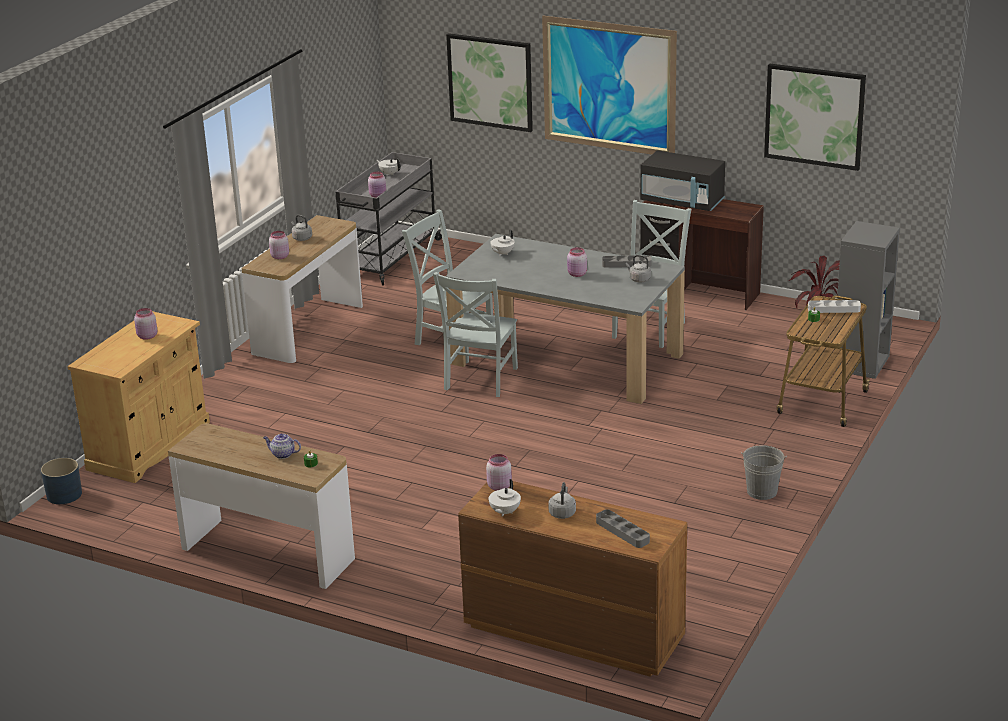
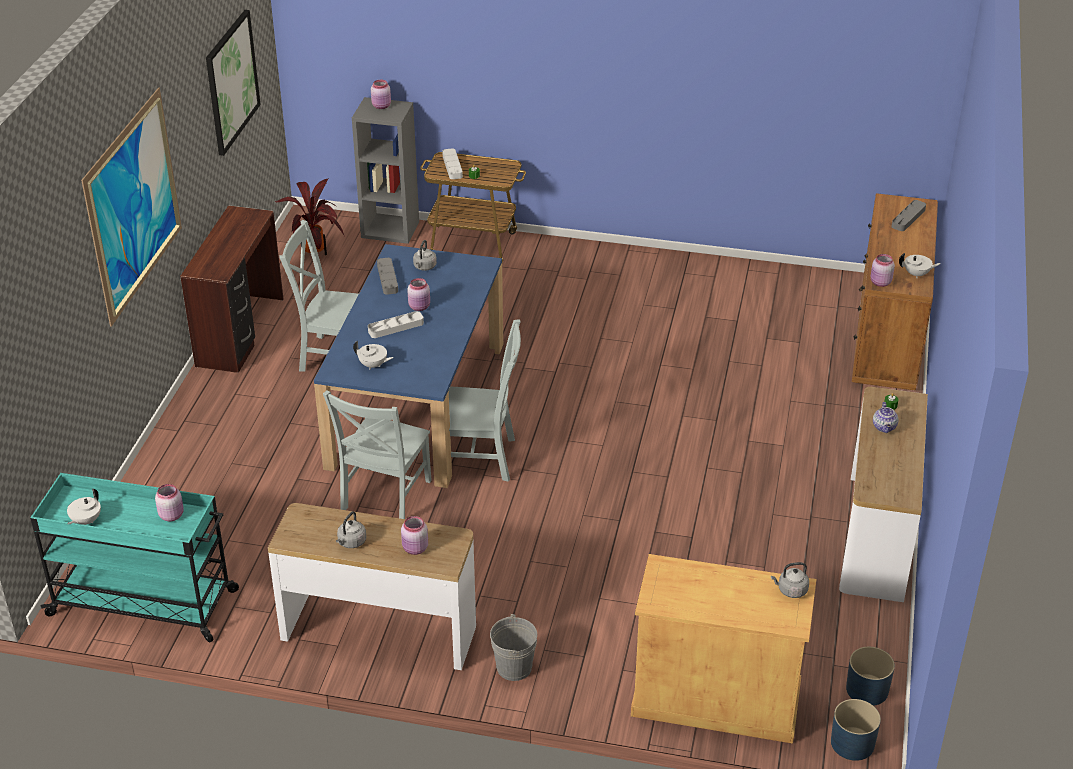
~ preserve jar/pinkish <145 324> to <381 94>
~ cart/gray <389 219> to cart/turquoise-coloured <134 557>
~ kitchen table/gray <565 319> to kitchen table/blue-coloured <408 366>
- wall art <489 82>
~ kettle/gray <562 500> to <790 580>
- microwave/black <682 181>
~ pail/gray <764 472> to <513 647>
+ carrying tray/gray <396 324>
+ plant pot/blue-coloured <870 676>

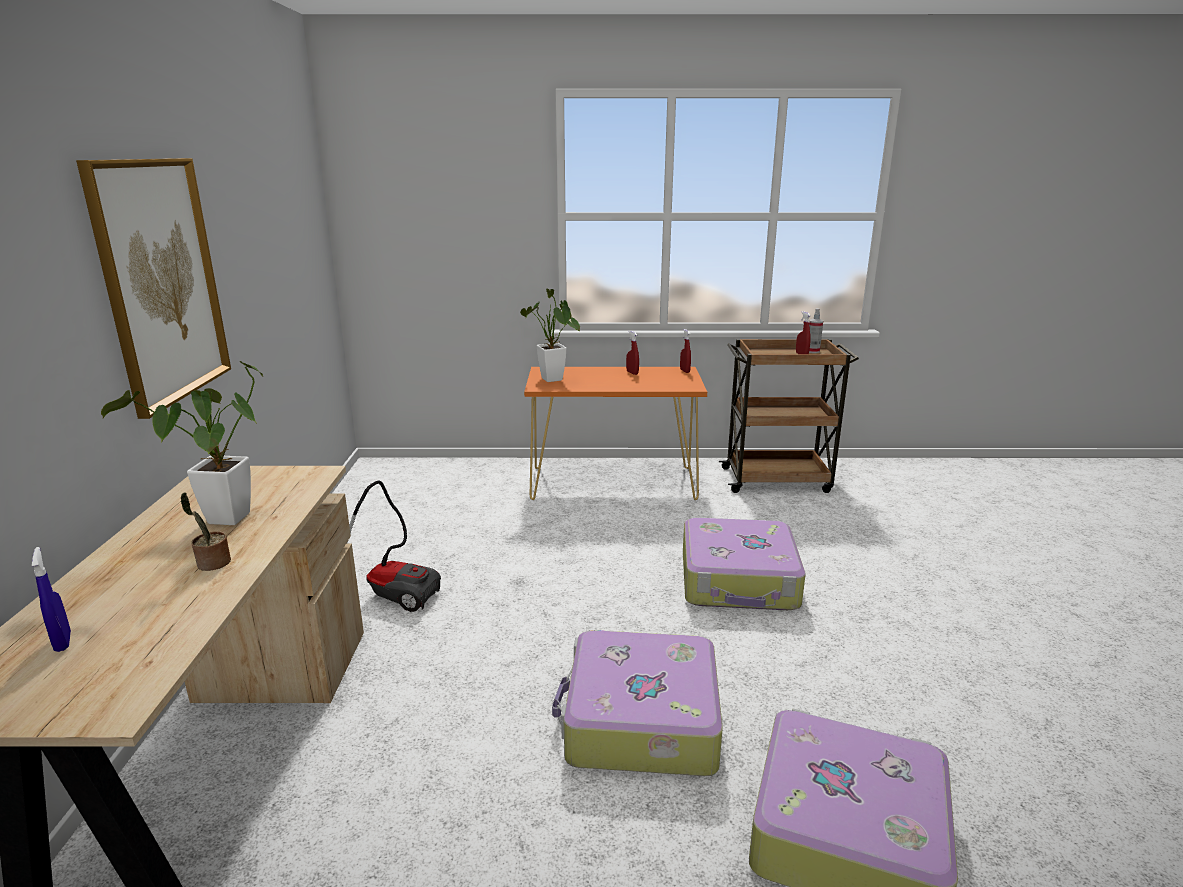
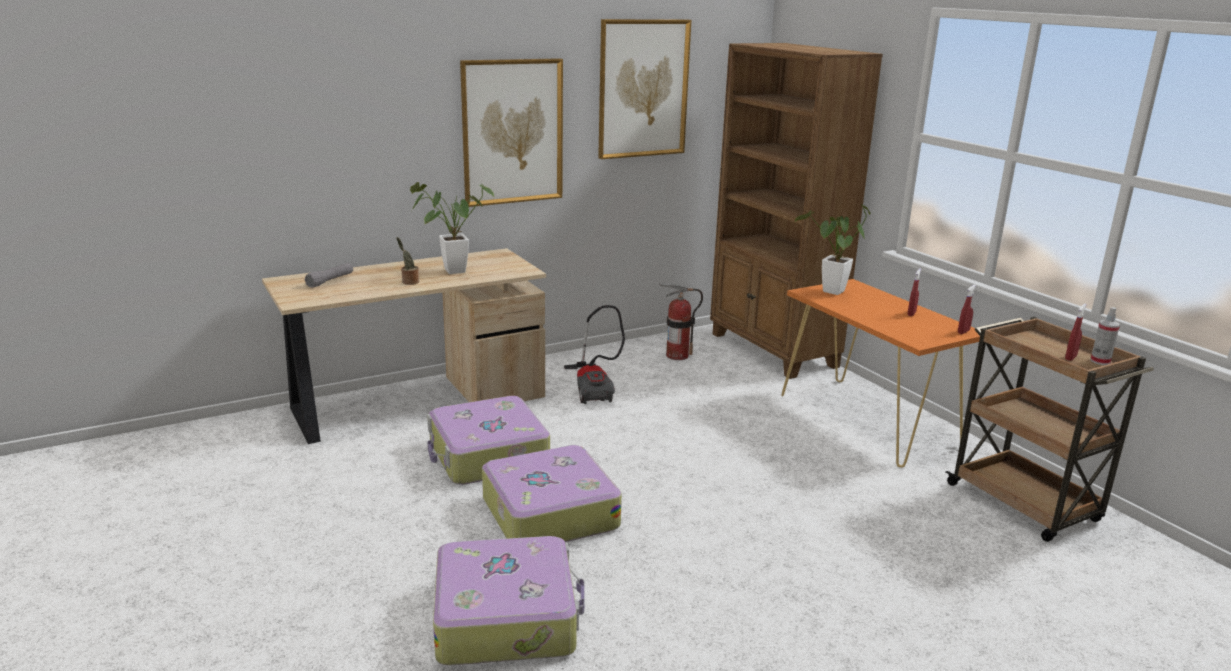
~ spray bottle/blue-coloured <51 599> to hand torch/gray <329 275>
~ travel case <744 564> to <488 440>
+ wall art <644 89>
+ extinguisher <681 321>
+ shelving unit/brown-coloured <796 211>

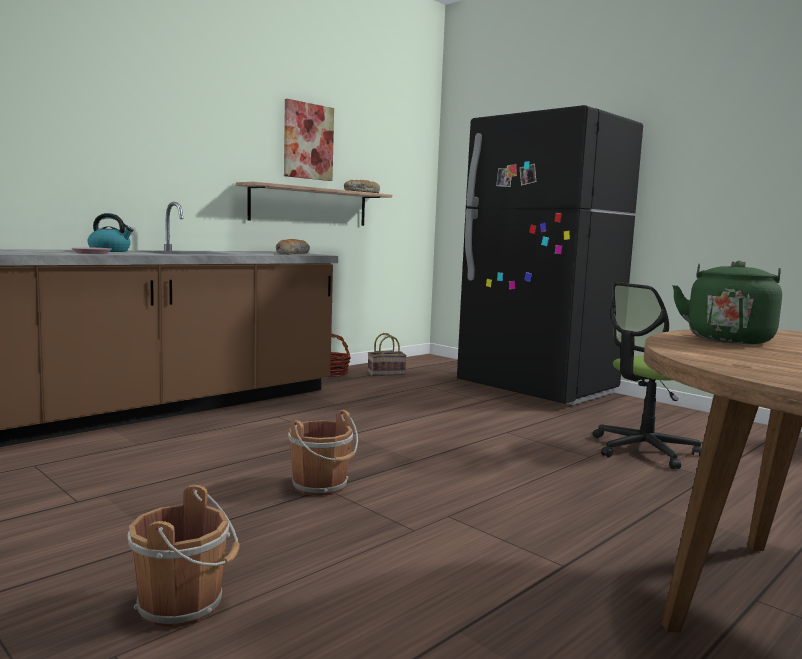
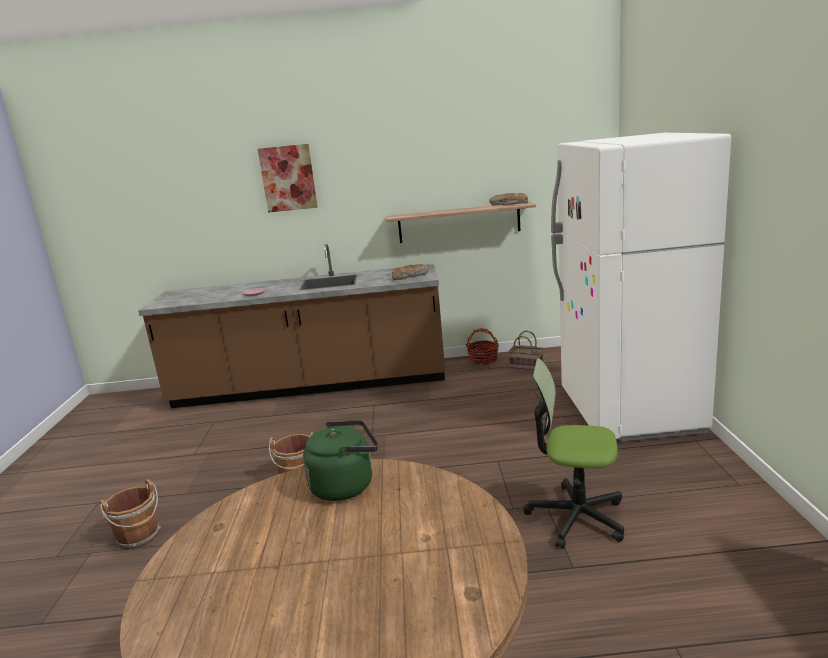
- kettle <110 232>
~ wall art <309 140> to <288 178>
~ kitchen fridge/black <550 255> to kitchen fridge/white-coloured <641 287>

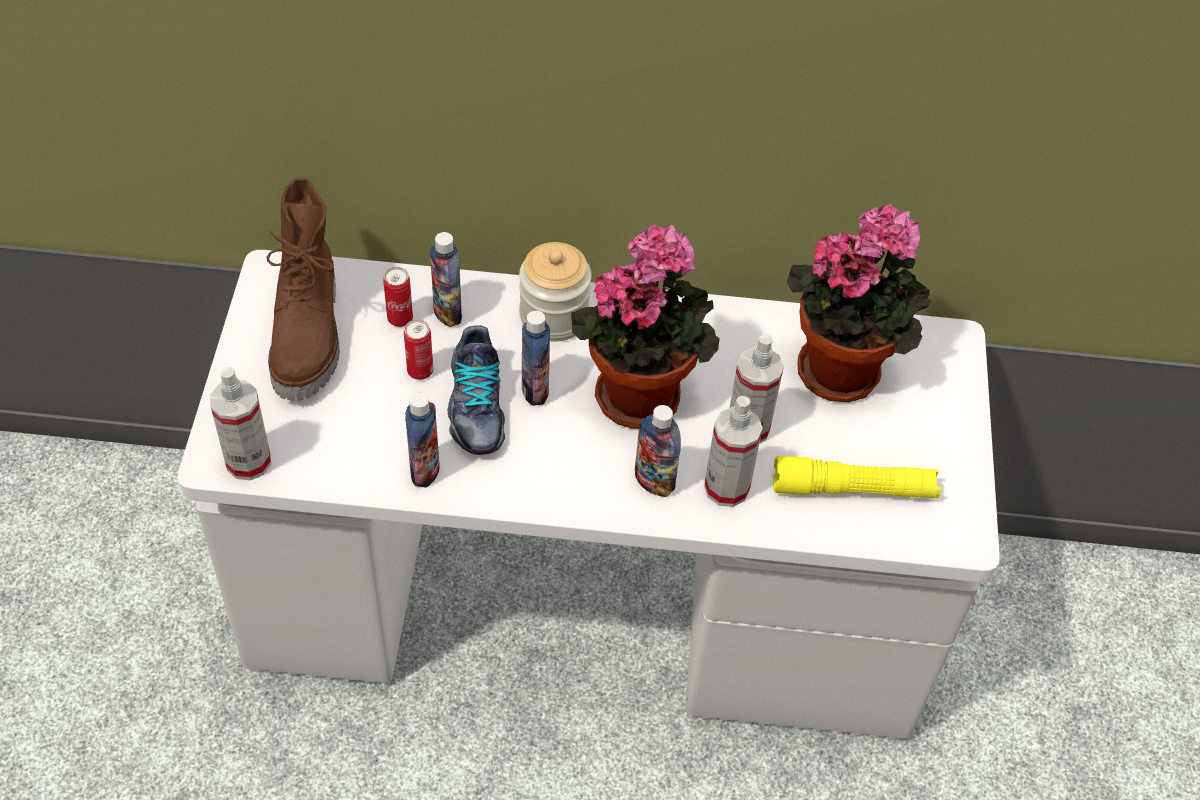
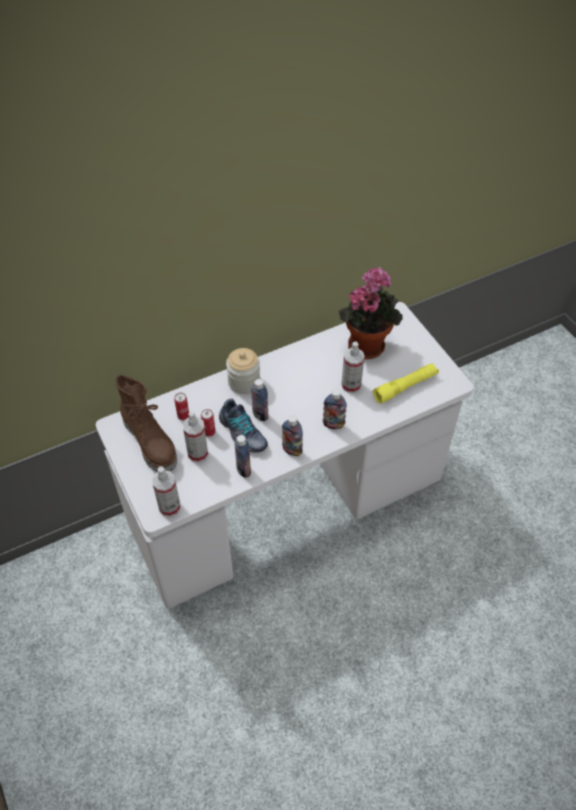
~ bottle <446 279> to <292 435>
- plant in a pot <645 326>
~ spray bottle <733 451> to <195 436>

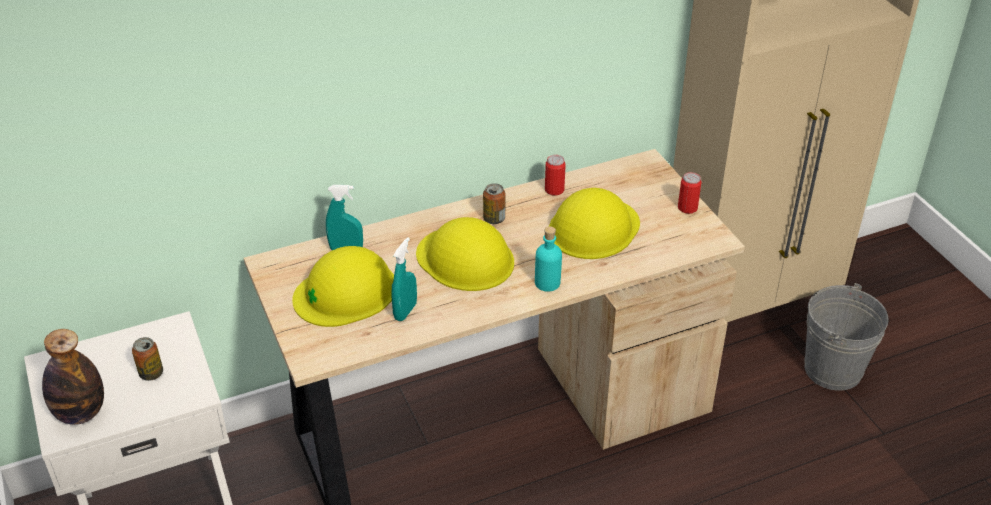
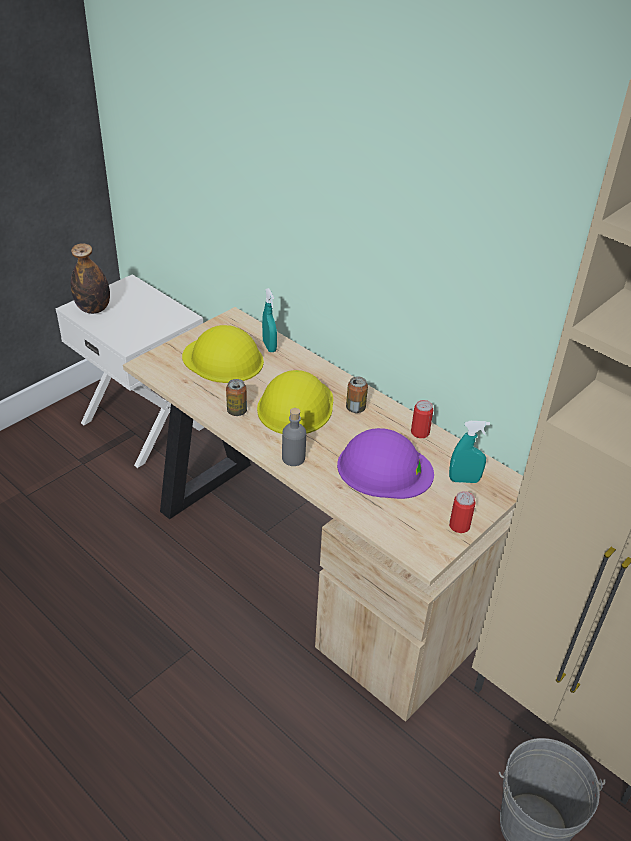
~ metal can <147 359> to <236 397>
~ spray bottle/turquoise-coloured <404 279> to <469 452>
~ bottle/turquoise-coloured <548 259> to bottle/gray <294 437>
~ safety helmet/yellow <594 223> to safety helmet/purple-coloured <385 463>

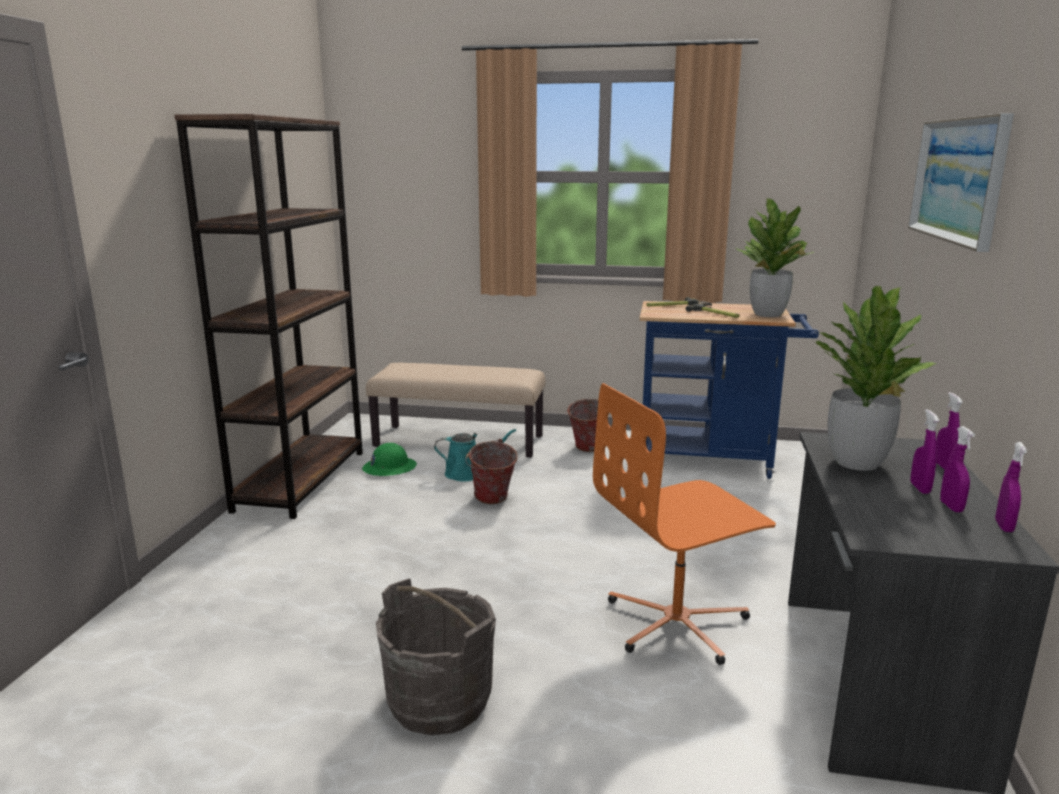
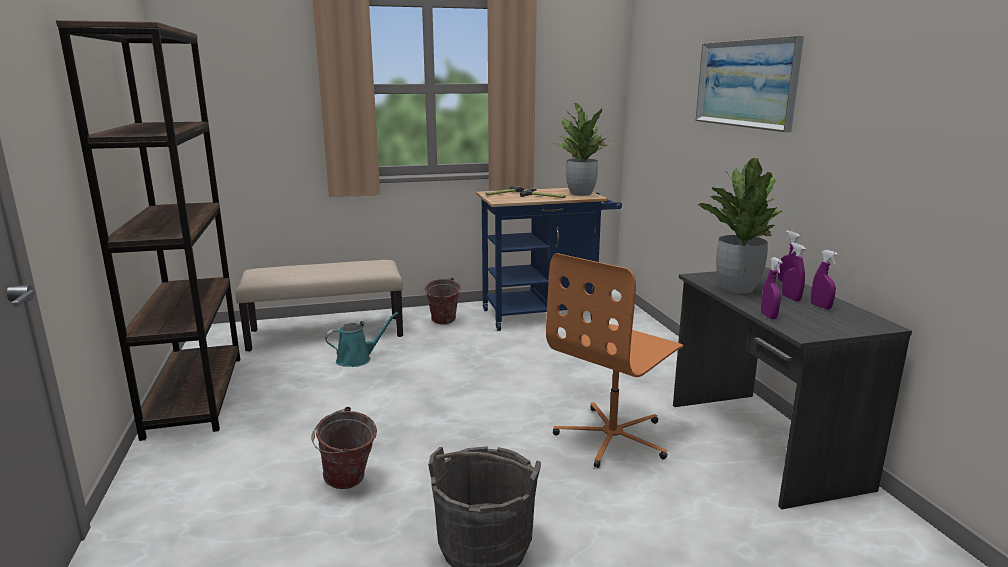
- safety helmet/greenish <389 459>
~ pail <492 471> to <344 448>
~ spray bottle/purple-coloured <1011 487> to <772 288>

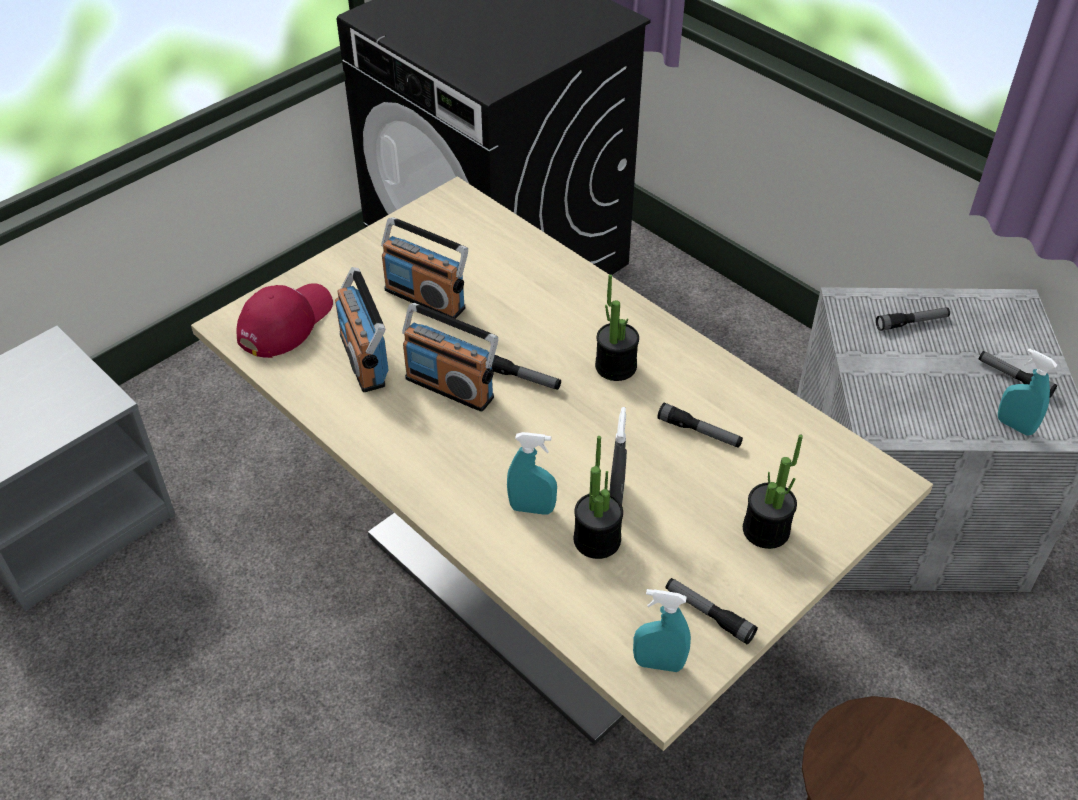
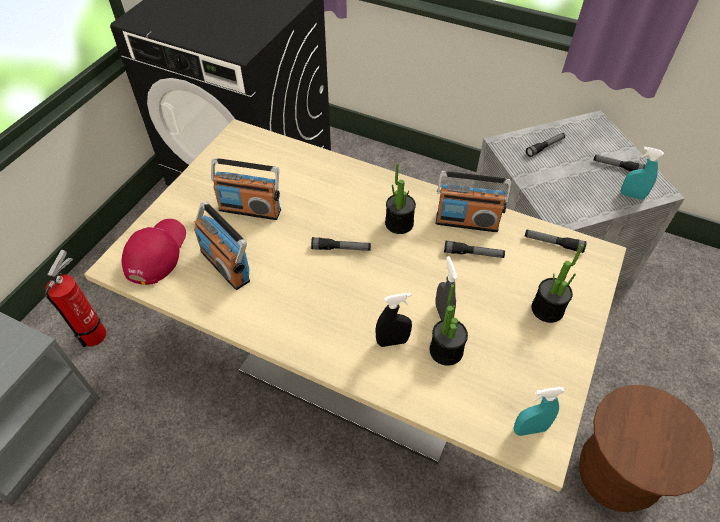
~ radio receiver <450 357> to <473 201>
~ spray bottle/turquoise-coloured <532 473> to spray bottle/black <393 320>
~ hand torch <711 611> to <556 241>
+ extinguisher <75 298>

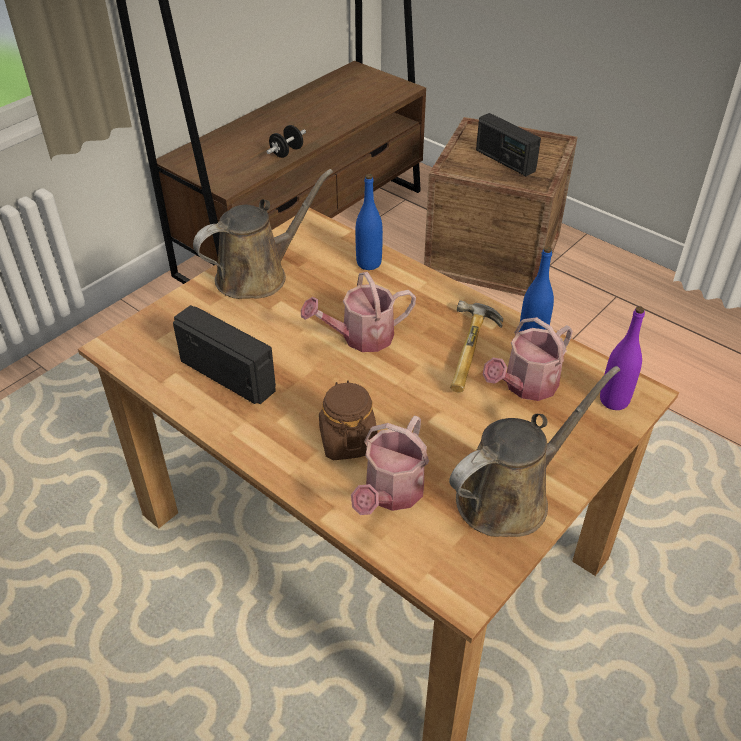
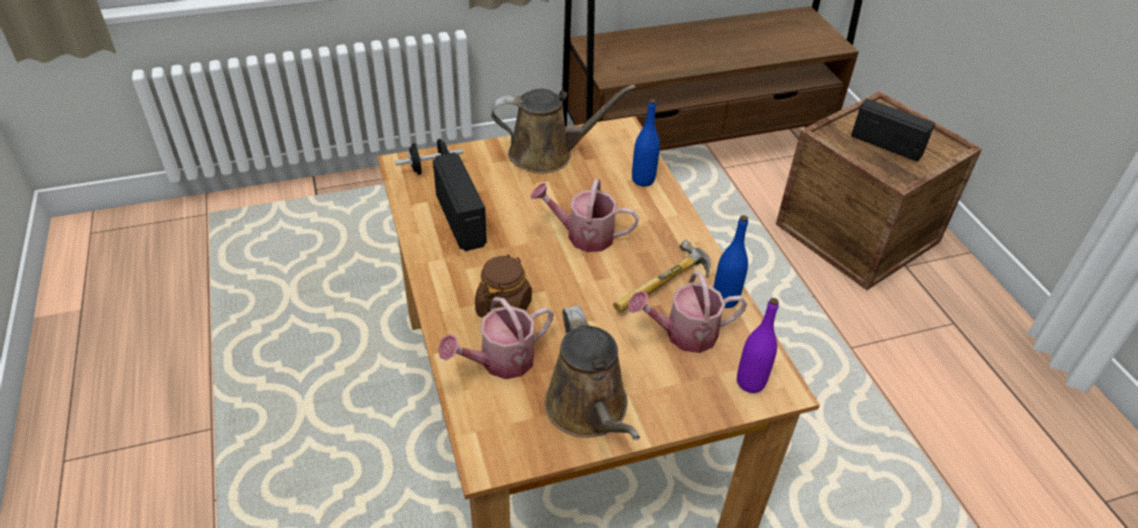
~ hand weight/black <286 141> to <429 157>
~ watering pot/brown-coloured <534 451> = <592 372> 75 degrees clockwise
~ radio receiver <508 144> = <893 130> 135 degrees clockwise

